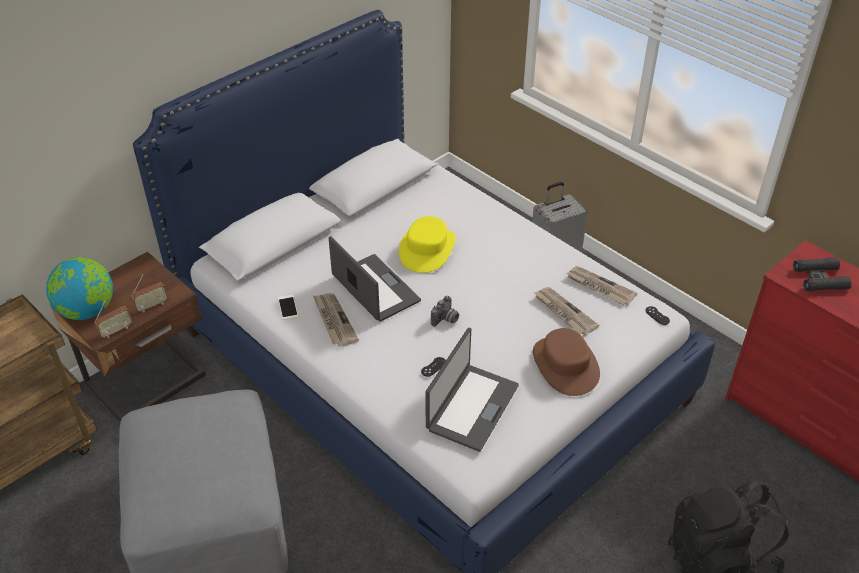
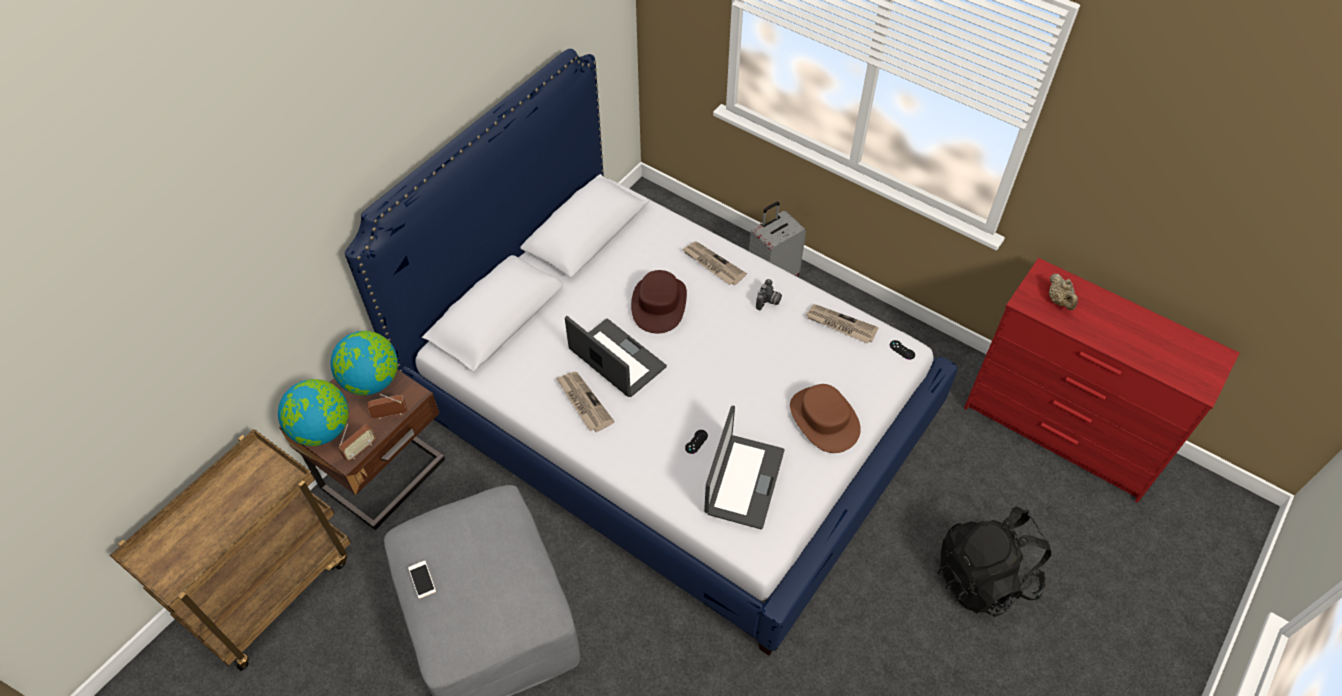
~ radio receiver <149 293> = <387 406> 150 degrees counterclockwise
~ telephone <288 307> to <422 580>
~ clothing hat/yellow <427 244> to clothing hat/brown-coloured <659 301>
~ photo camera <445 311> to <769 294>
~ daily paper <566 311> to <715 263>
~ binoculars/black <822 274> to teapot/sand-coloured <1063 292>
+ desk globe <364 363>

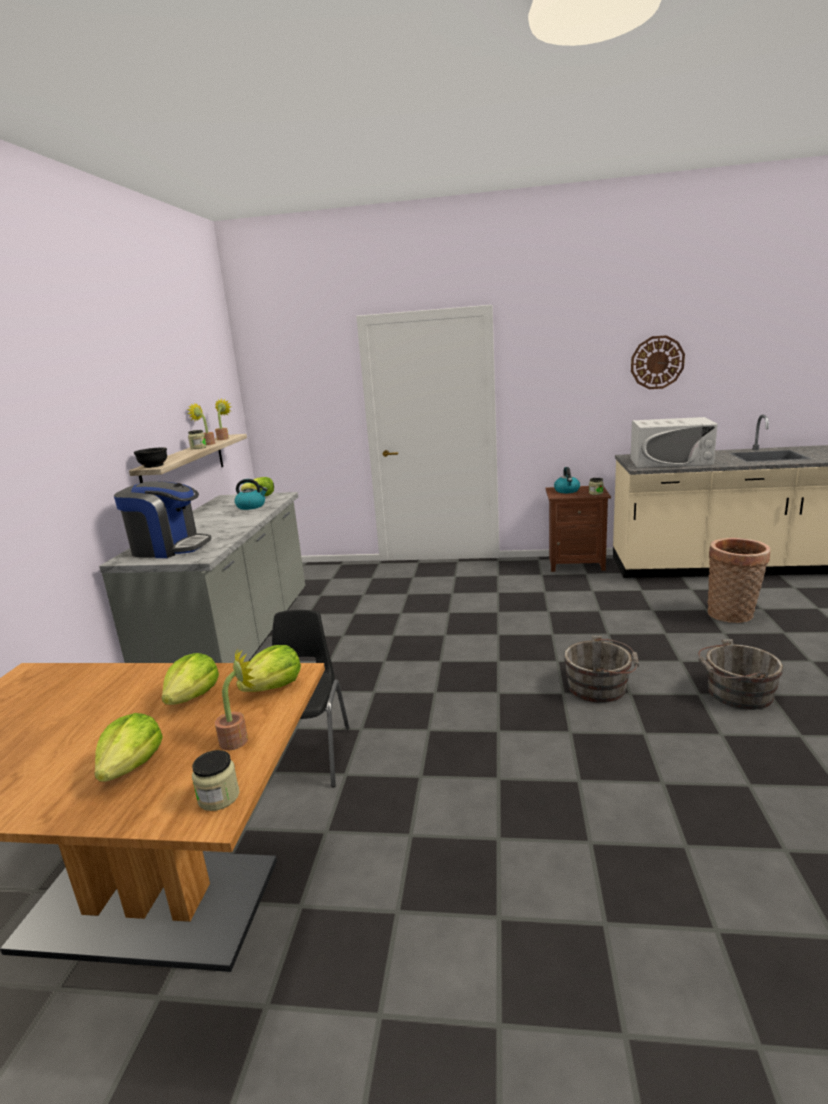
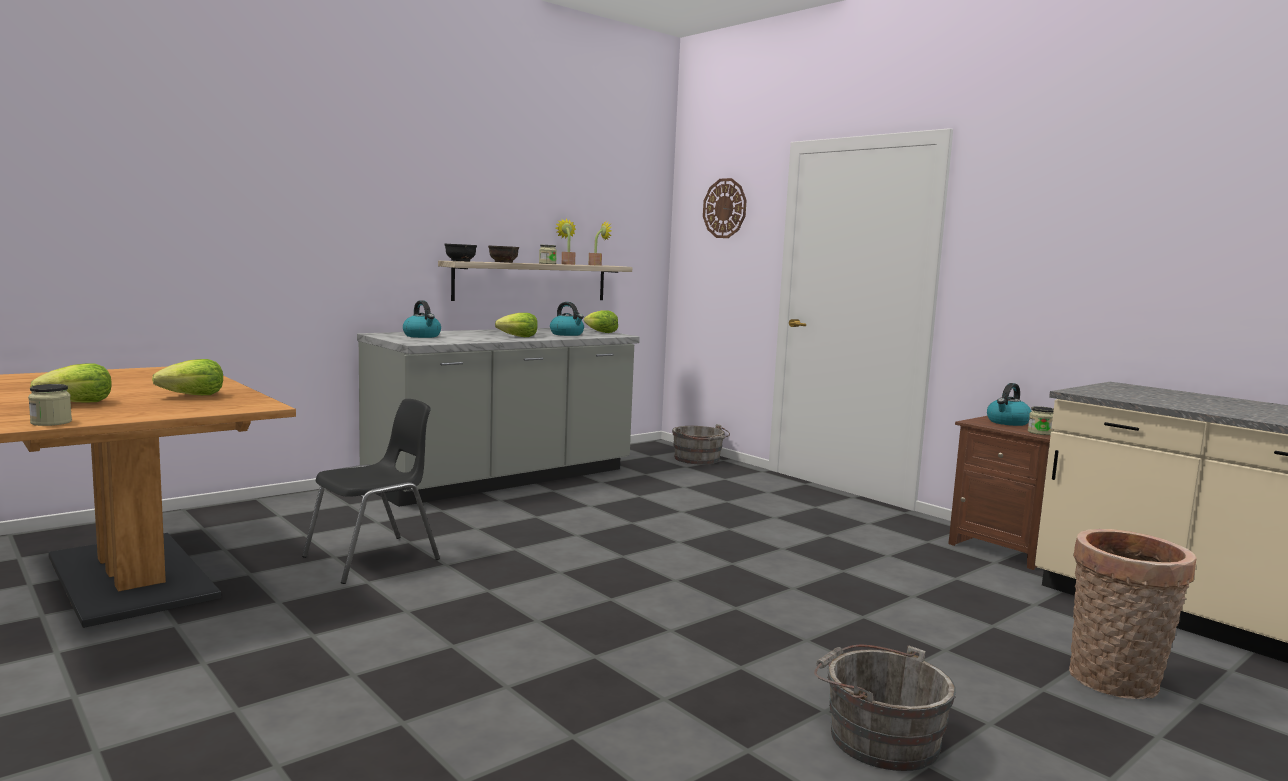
~ coffee maker <163 519> to kettle <422 319>
- plant in a pot <234 699>
~ lettuce <268 668> to <516 325>
~ pail/gray <601 669> to <701 444>
- microwave/white-coloured <673 442>
~ clock on the wall <658 362> to <725 208>
+ serving bowl/brown-coloured <503 254>

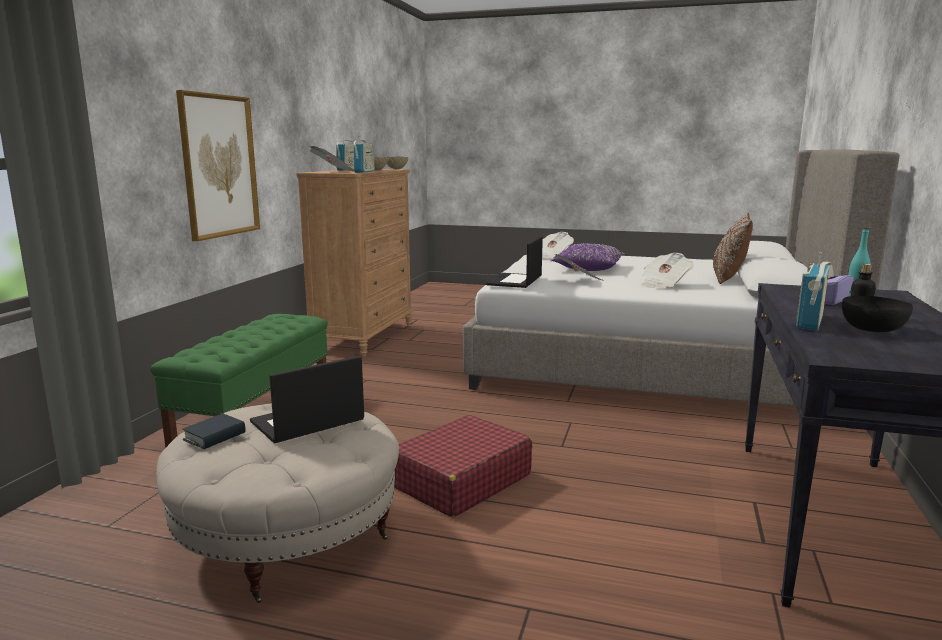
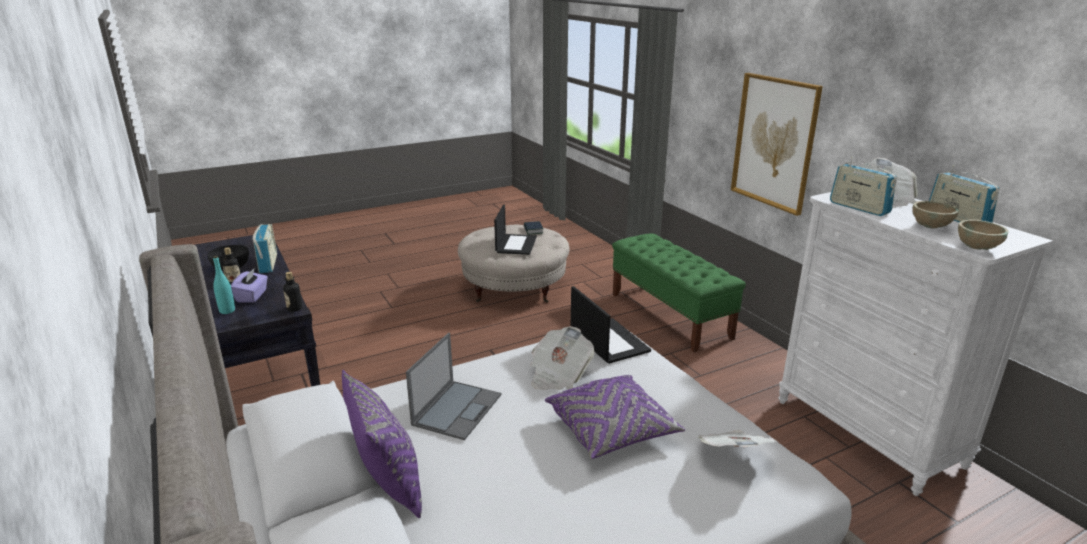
~ chest of drawers/brown-coloured <354 262> to chest of drawers/white-coloured <915 344>
- travel case/reddish <463 466>
~ daily paper <667 270> to notebook computer <453 386>
~ cushion/brown-coloured <733 248> to cushion/purple-coloured <382 444>
+ bottle <293 292>

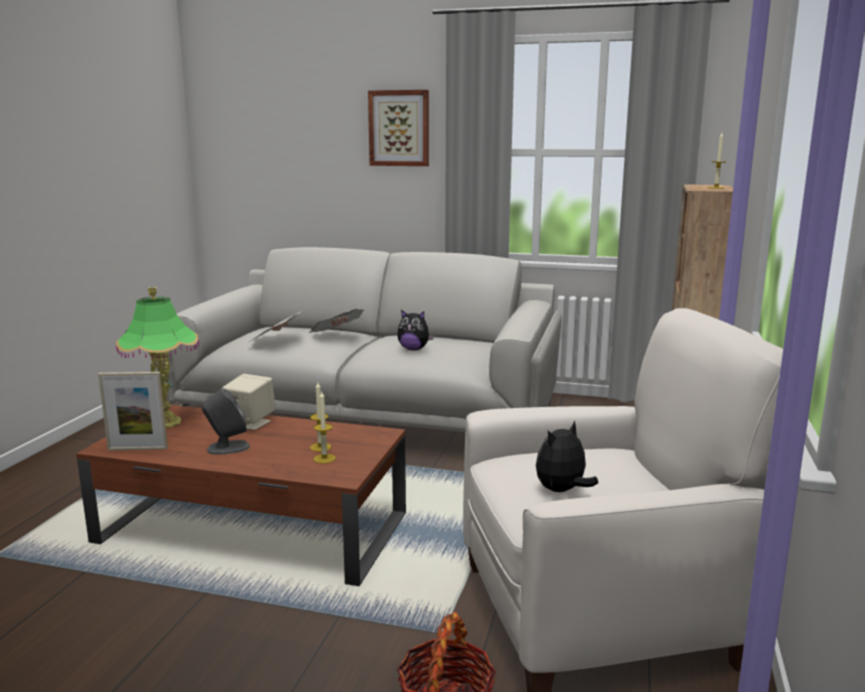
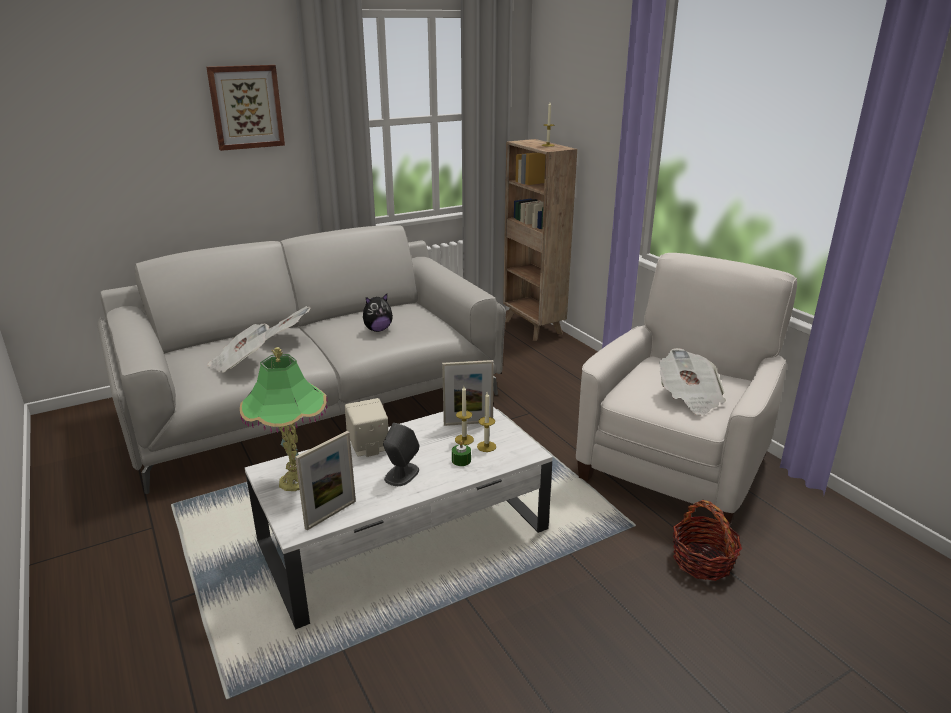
~ low table/brown-coloured <241 495> to low table/white-coloured <399 518>
~ plush toy <567 456> to daily paper <692 382>
+ standing frame <468 393>
+ wax candle/greenish <461 453>

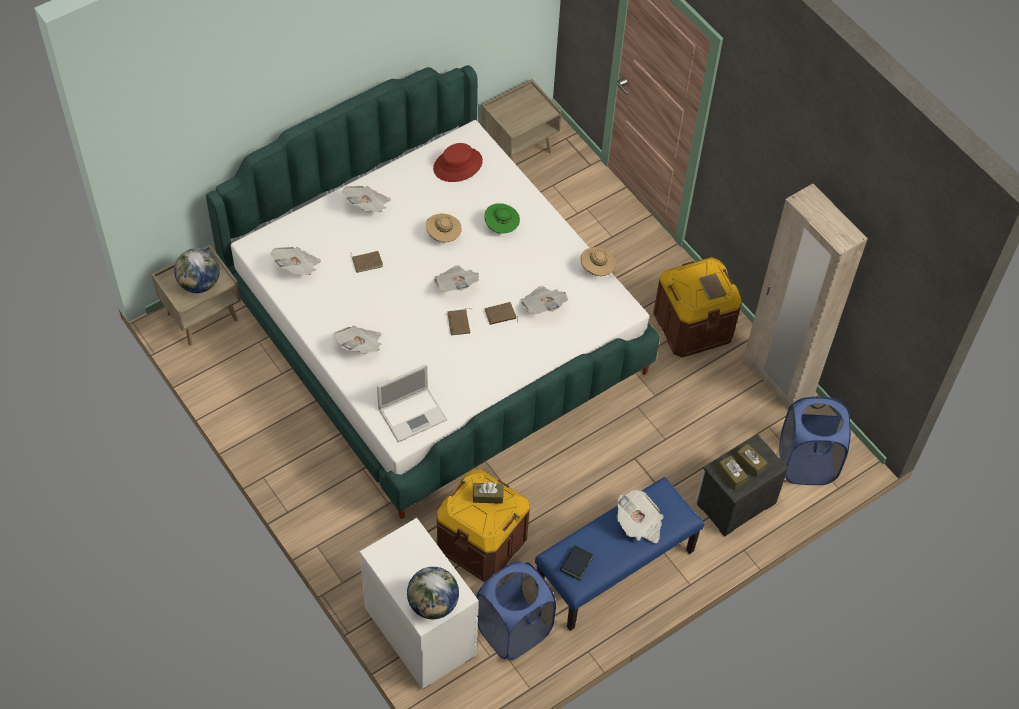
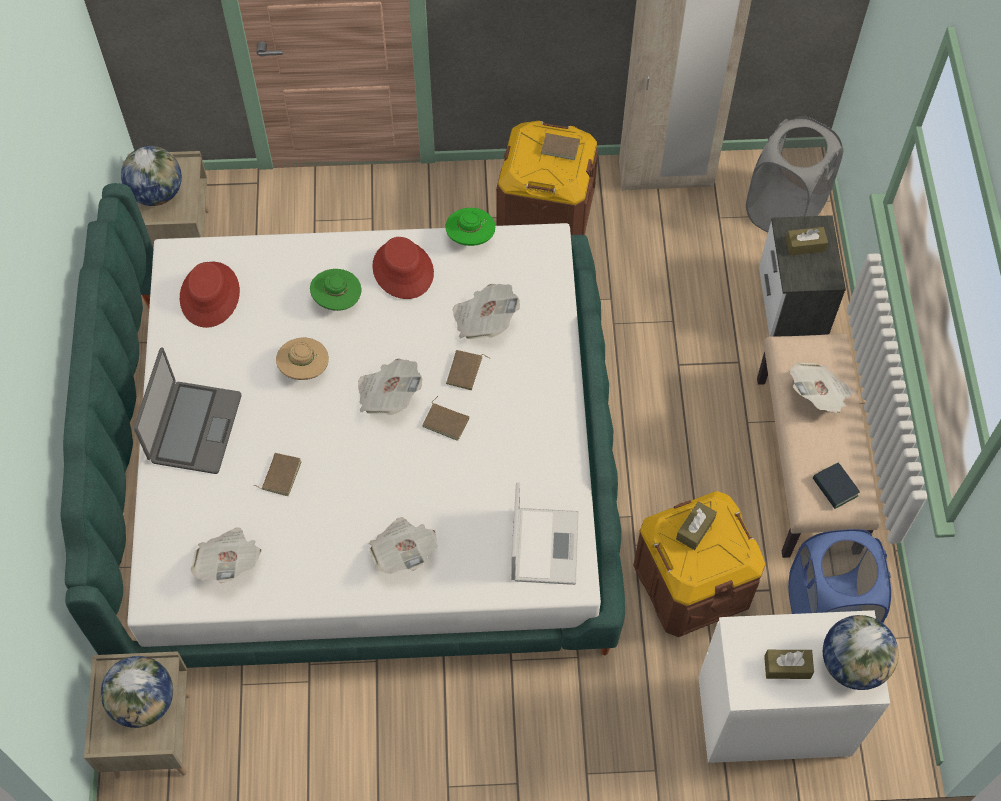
~ daily paper <366 199> to notebook computer <187 410>
~ indoor bench/blue-coloured <619 554> to indoor bench/sand-coloured <819 445>
~ clothing hat/sand-coloured <598 261> to clothing hat/greenish <470 227>
~ box of tissues/brown-coloured <732 472> to <789 664>
~ hamper/blue-coloured <815 440> to hamper/gray <794 174>
+ desk globe <151 176>
+ clothing hat/reddish <403 268>

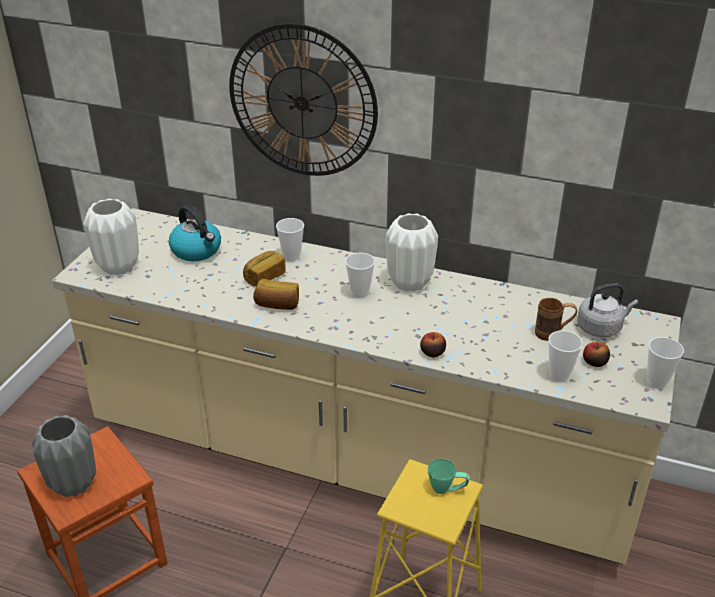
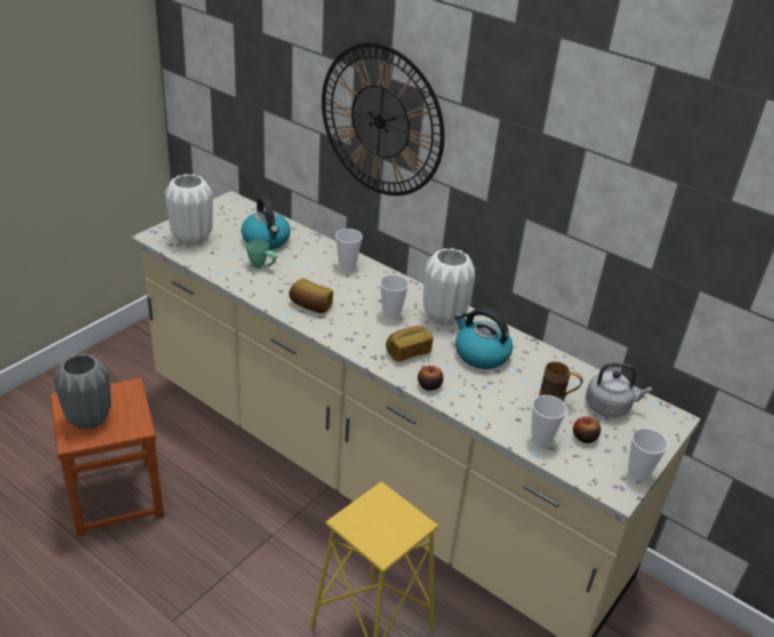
~ bakery bread <264 269> to <409 344>
~ mug/greenish <449 476> to <261 253>
+ kettle <483 338>

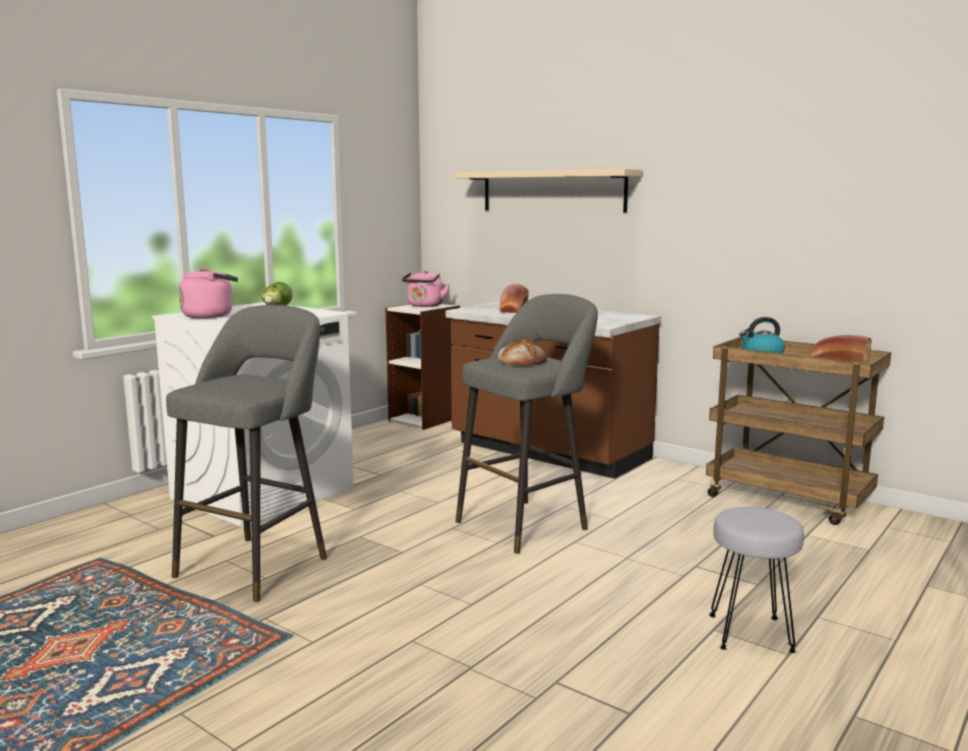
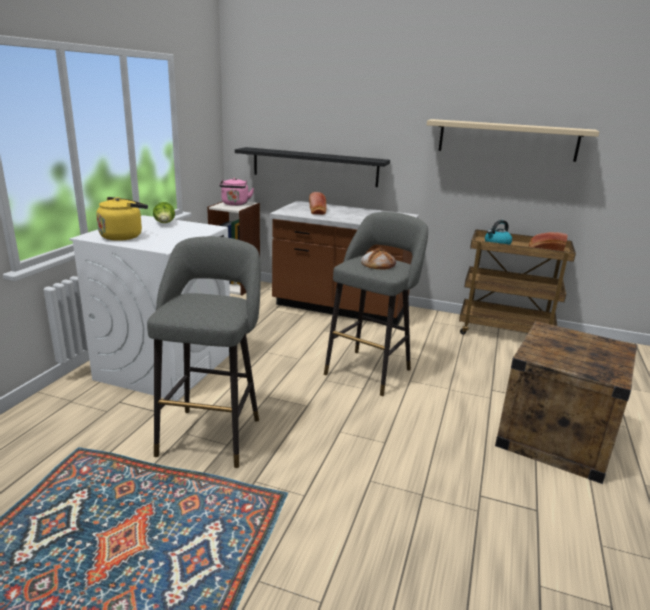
~ kettle/pinkish <208 292> to kettle/yellow <122 219>
~ wall shelf/sand-coloured <548 190> to <513 140>
~ stool/gray <756 580> to crate <566 402>
+ wall shelf/black <312 167>

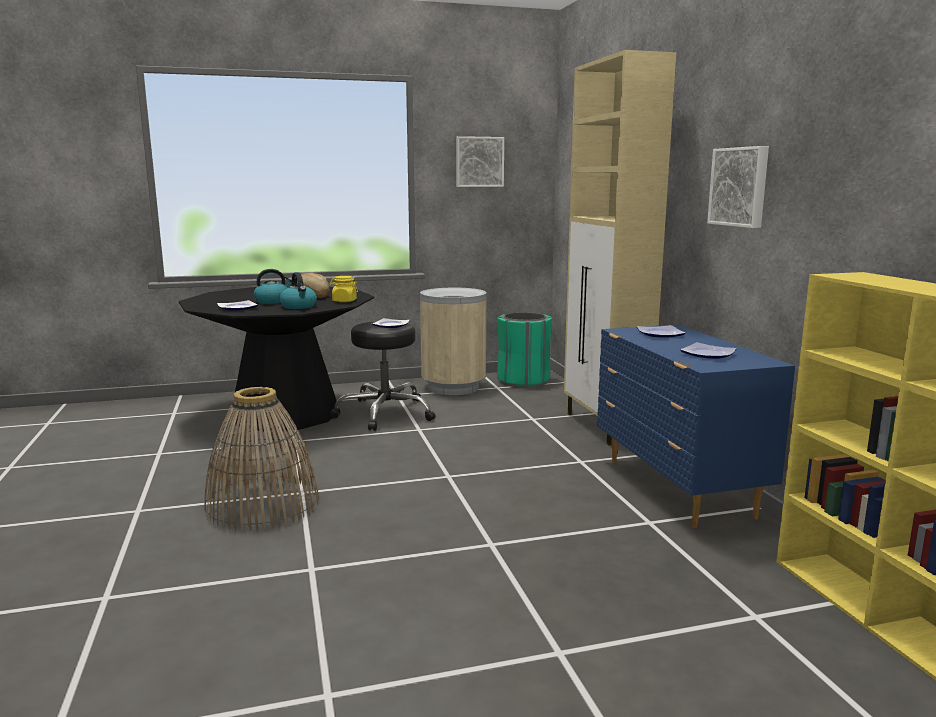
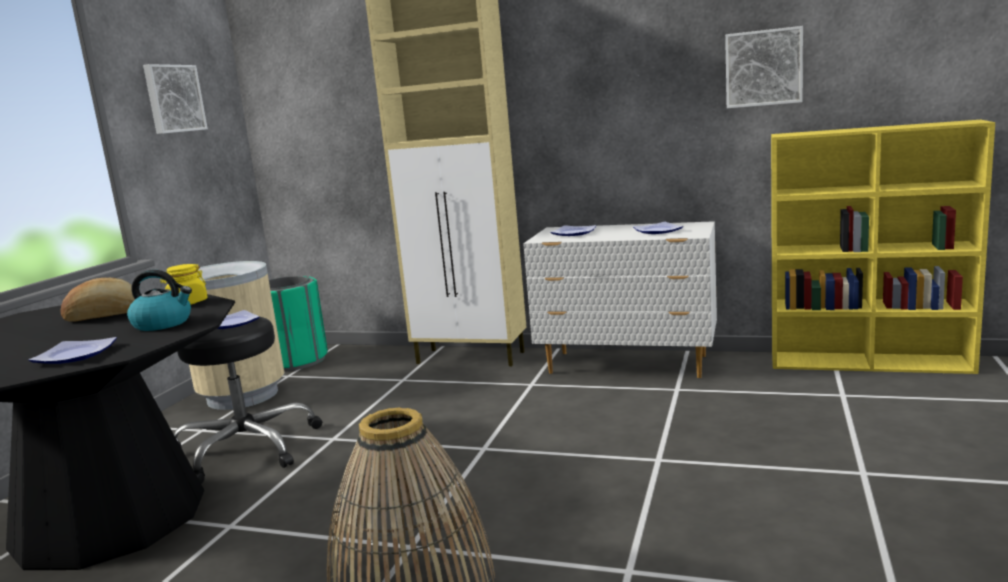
- kettle <273 286>
~ chest of drawers/blue-coloured <696 426> to chest of drawers/white-coloured <620 299>
~ wall art <738 187> to <764 67>

